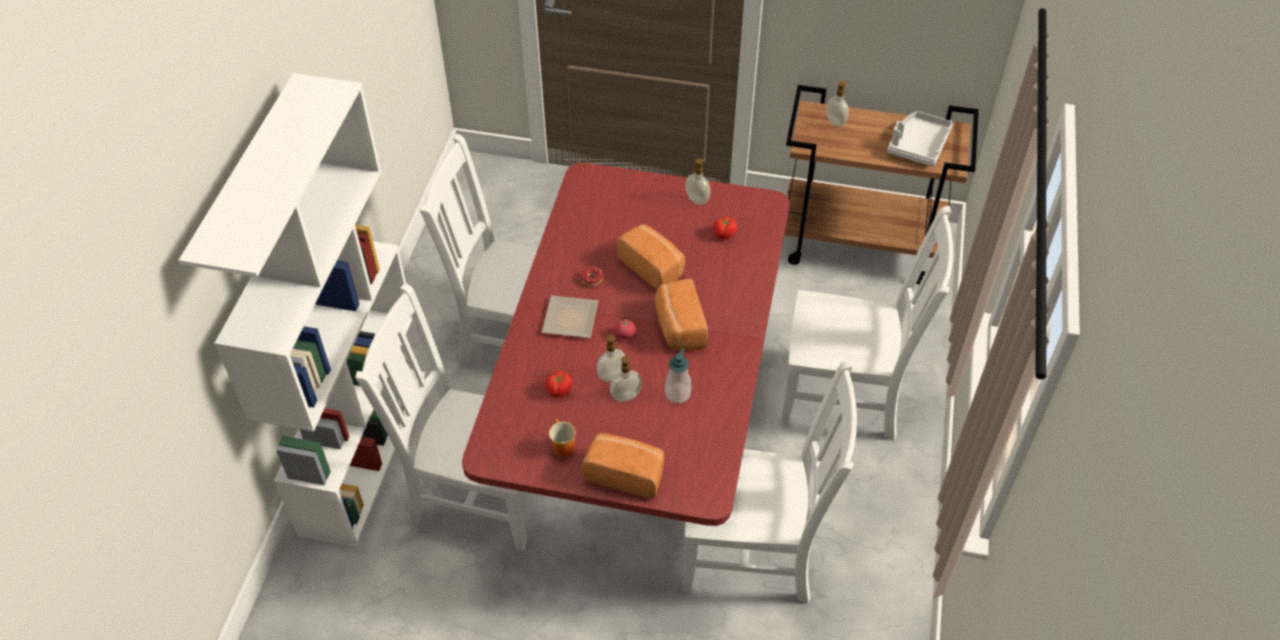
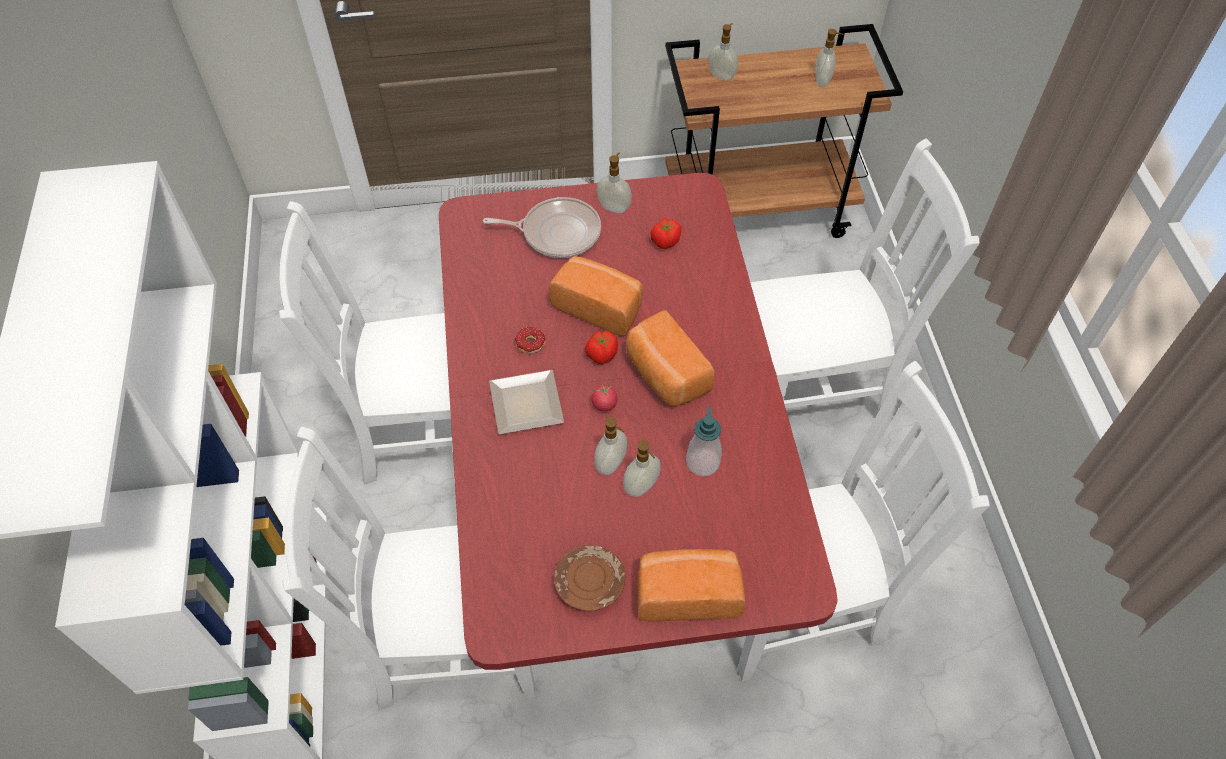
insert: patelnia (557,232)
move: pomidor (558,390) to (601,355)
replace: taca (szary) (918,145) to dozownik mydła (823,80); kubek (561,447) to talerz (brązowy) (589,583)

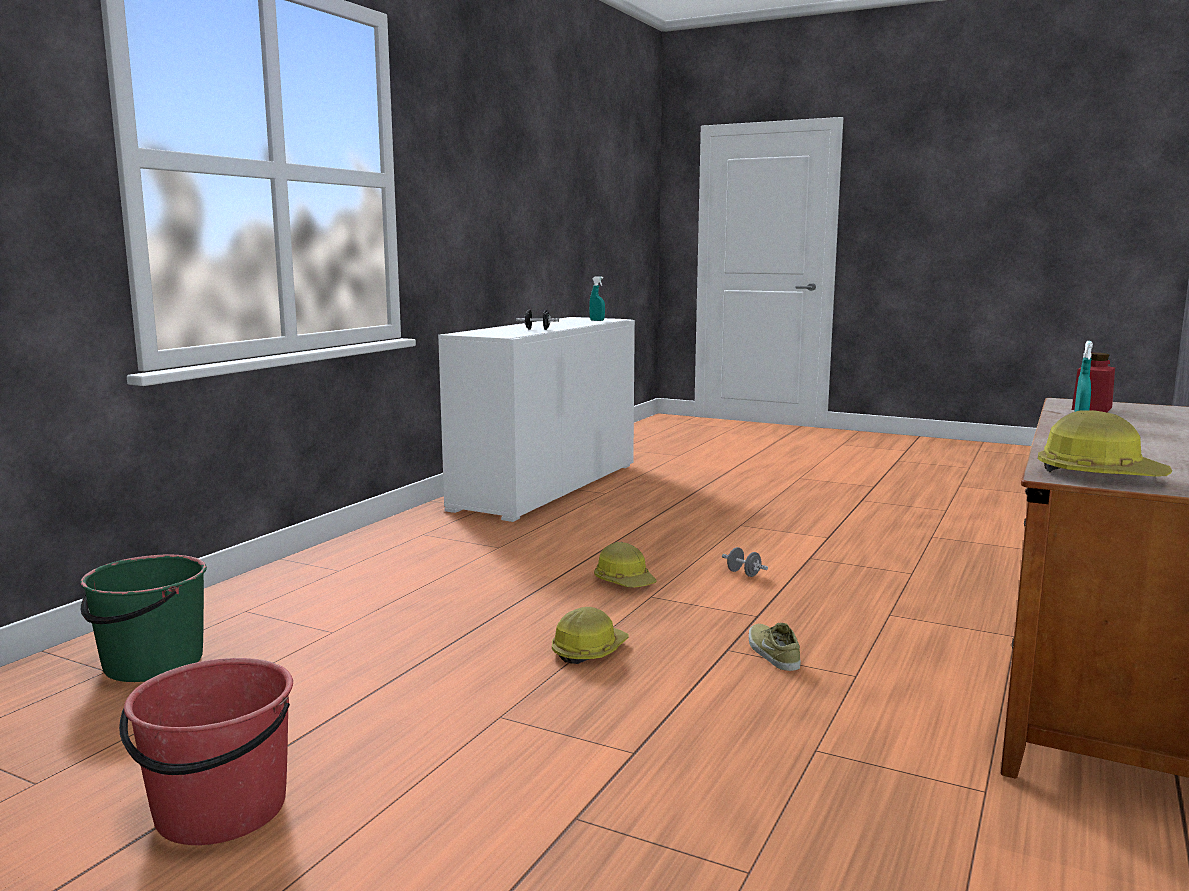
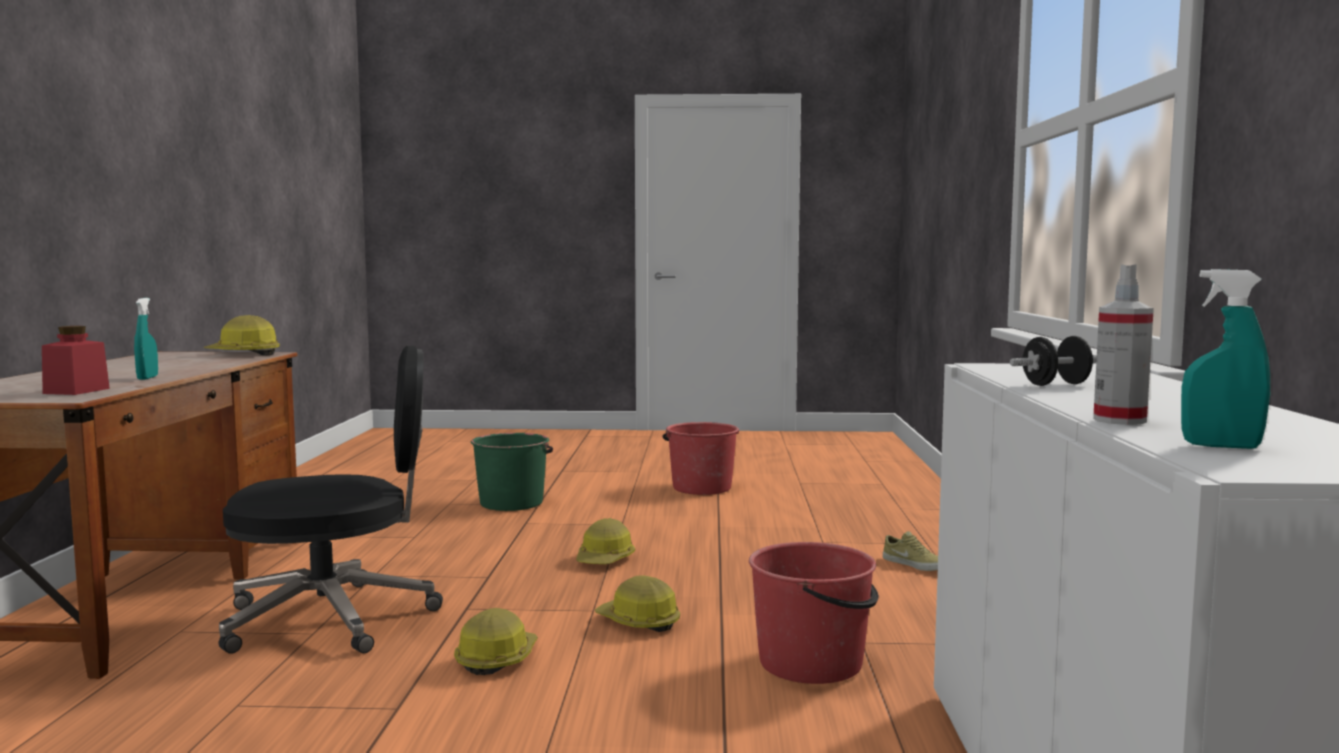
insert: spryskiwacz (1119,420); krzesło biurowe (czarny) (334,618); wiadro (czerwony) (812,663)
move: wiadro (zielony) (152,663) to (511,503); but (beżowy) (772,653) to (916,565)
replace: hantel (szary) (743,573) to kask (496,659)

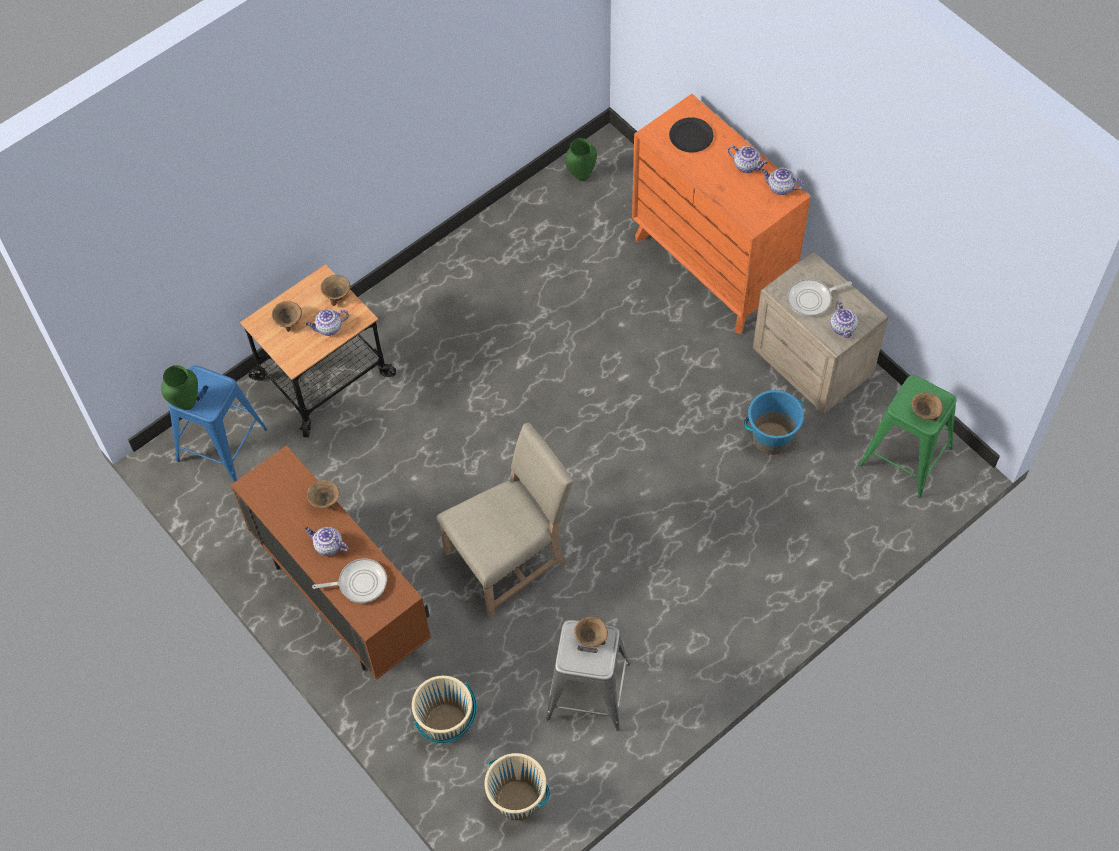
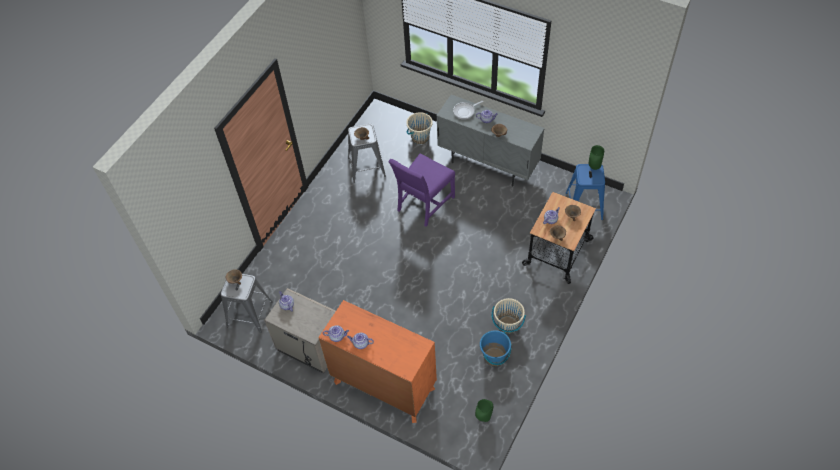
delete: talerz (czarny) (690,137); patelnia (812,299)
move: wiadro (niebieski) (771,438) to (494,357); wiadro (beżowy) (518,800) to (507,325)
recolor: stołek (zielony) (906,456) to stołek (szary) (249,314); krzesło (beżowy) (510,558) to krzesło (fioletowy) (423,204); szafka (brązowy) (342,600) to szafka (szary) (488,165)

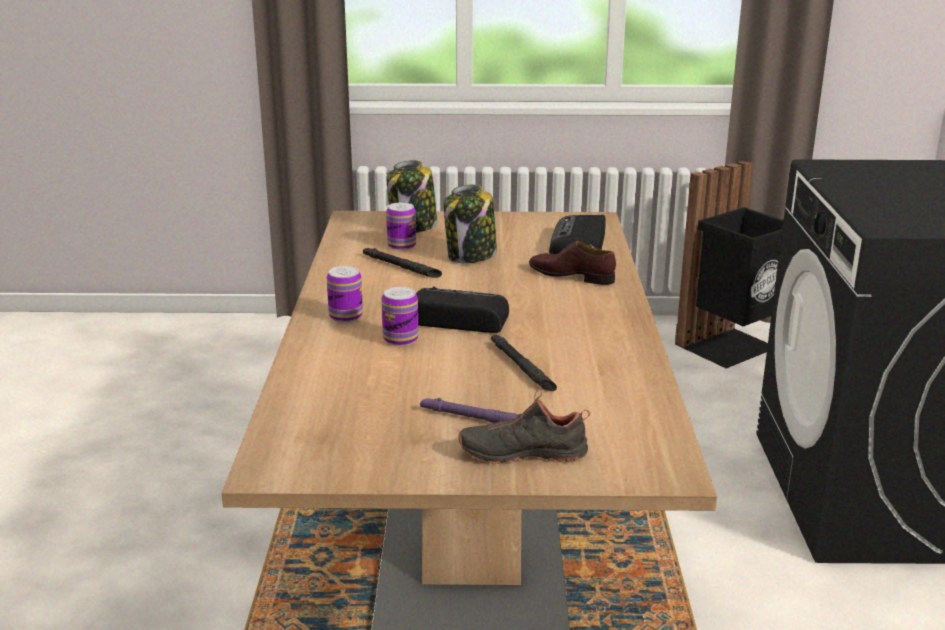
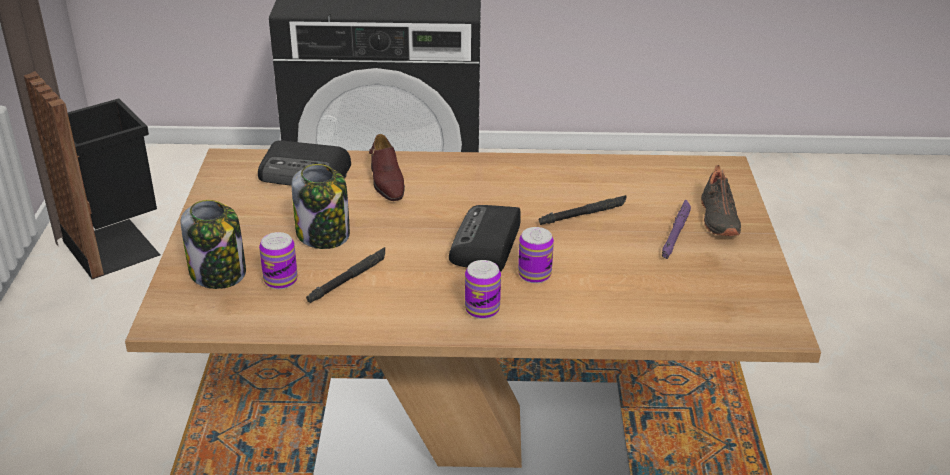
rotate: but (brązowy) (571,275) = (386,182) 45 degrees counterclockwise

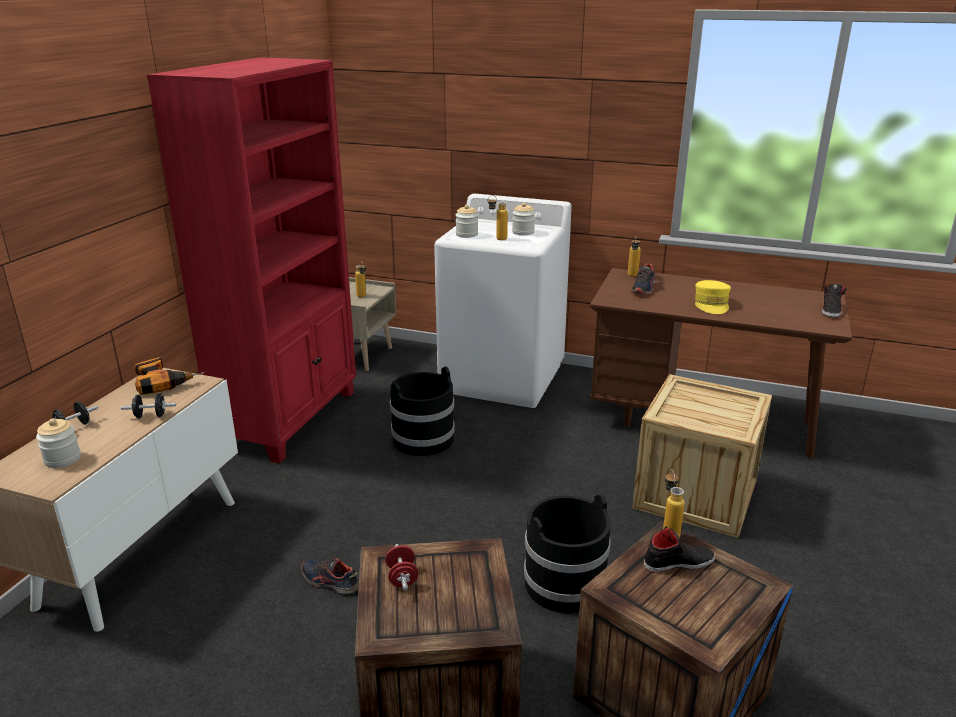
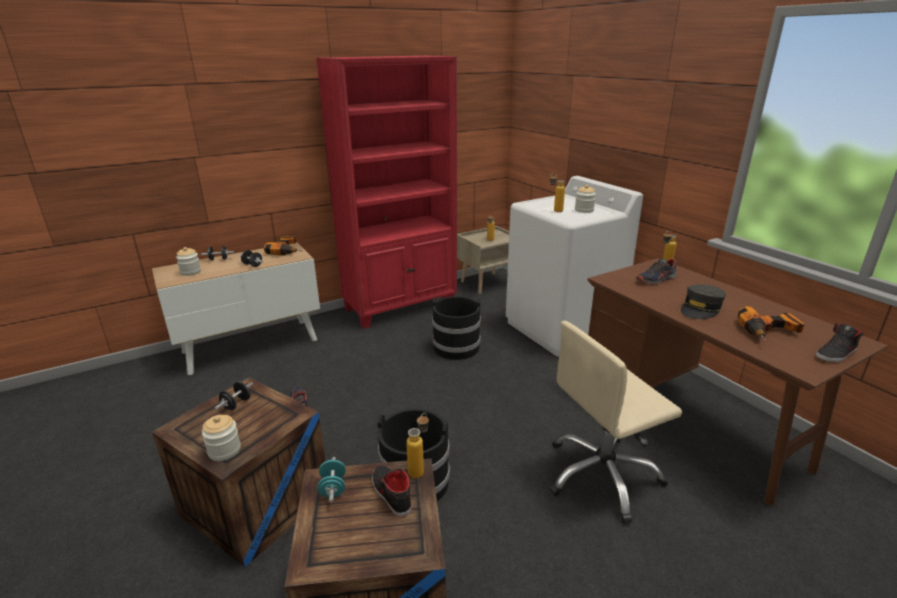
insert: wiertarka (770,332); hantel (turkusowy) (333,488)
move: słoik (466,234) to (224,450)
replace: skrzynka (695,494) to krzesło biurowe (beżowy) (602,476)
recolor: czapka z daszkiem (żółty) (711,304) to czapka z daszkiem (szary) (700,309); hantel (czerwony) (402,577) to hantel (czarny) (236,404)
rotate: but (czarny) (678,562) = (390,493) 150 degrees counterclockwise

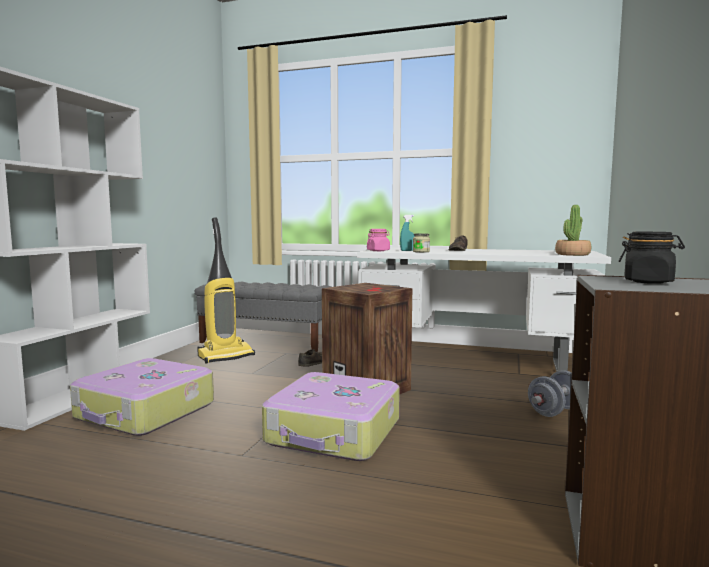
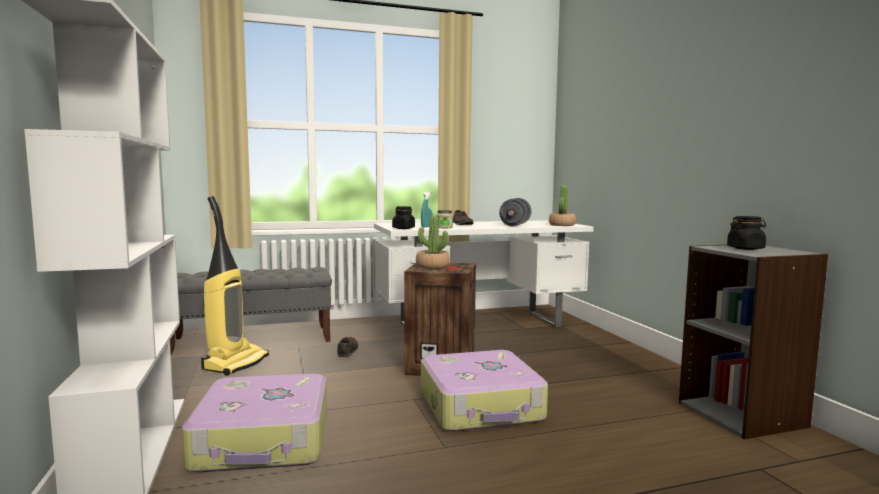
insert: roślina doniczkowa (432,266)
move: hantel (szary) (555,411) to (515,225)
recolor: słoik (różowy) (378,251) to słoik (czarny) (403,228)

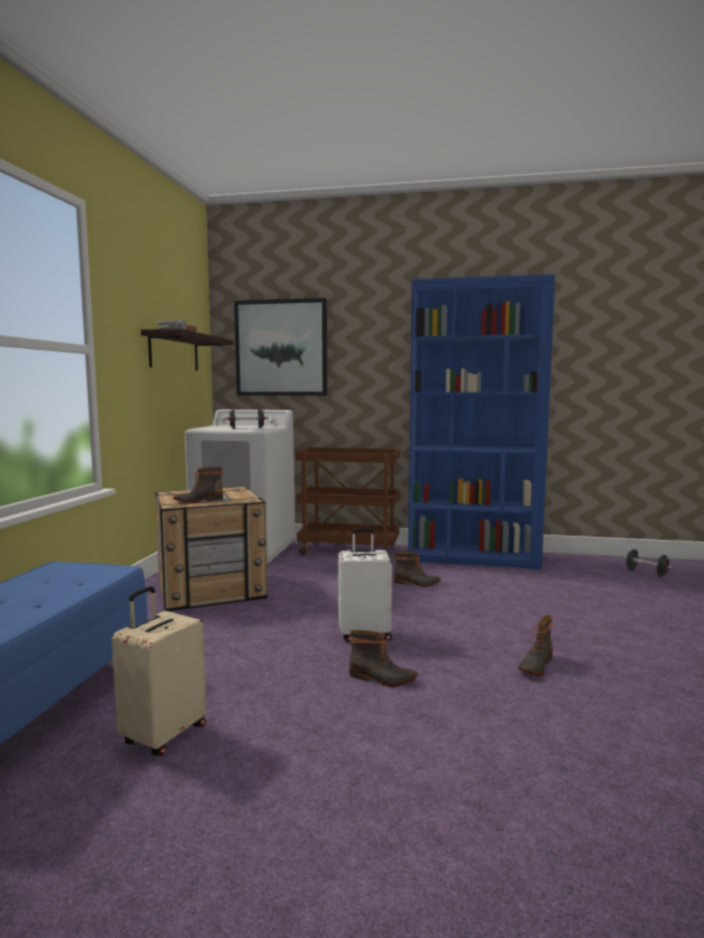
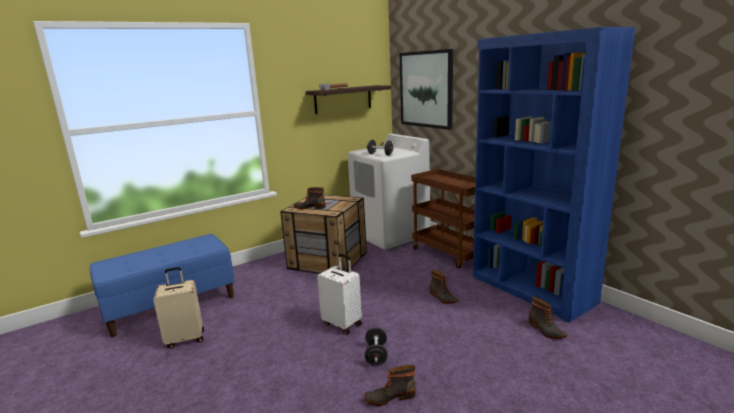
move: hantel (czarny) (646,573) to (376,355); but z cholewką (382,678) to (546,330)

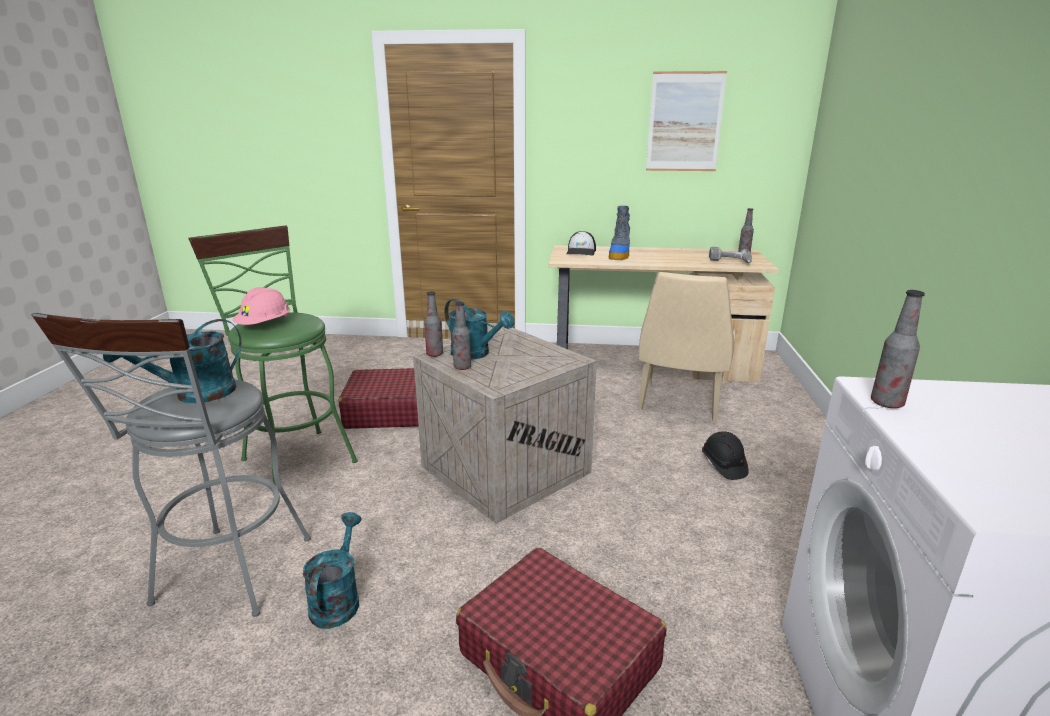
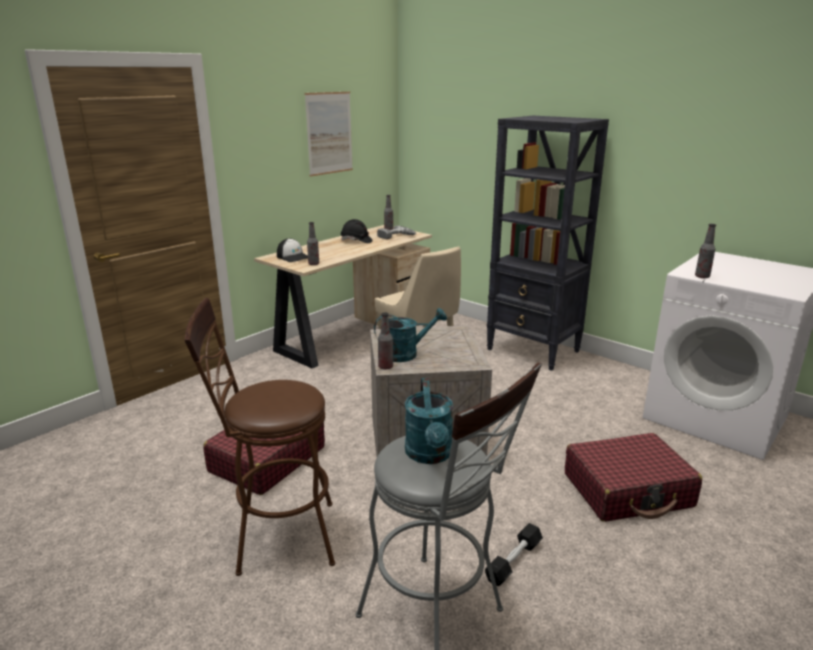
delete: but z cholewką (619,255); kask (różowy) (264,325)
insert: regał (czarny) (533,351)
move: butelka (462,367) to (313,264); kask (czarny) (723,465) to (356,241)
replace: konewka (turkusowy) (338,599) to hantel (czarny) (513,561)
recolor: stołek (zielony) (294,456) to stołek (brązowy) (276,538)

